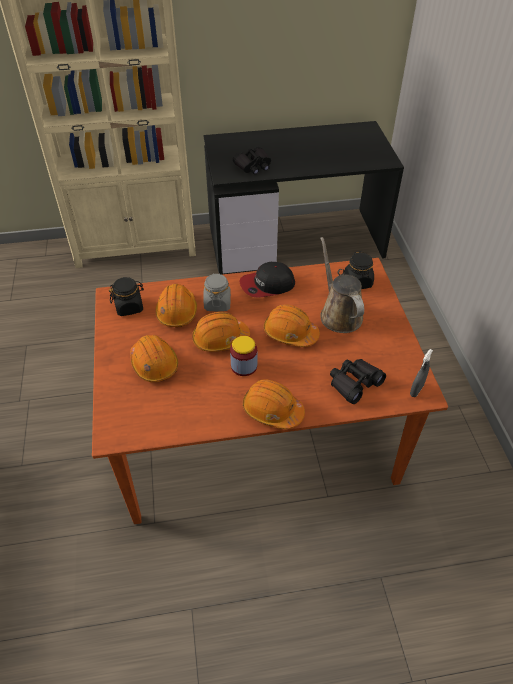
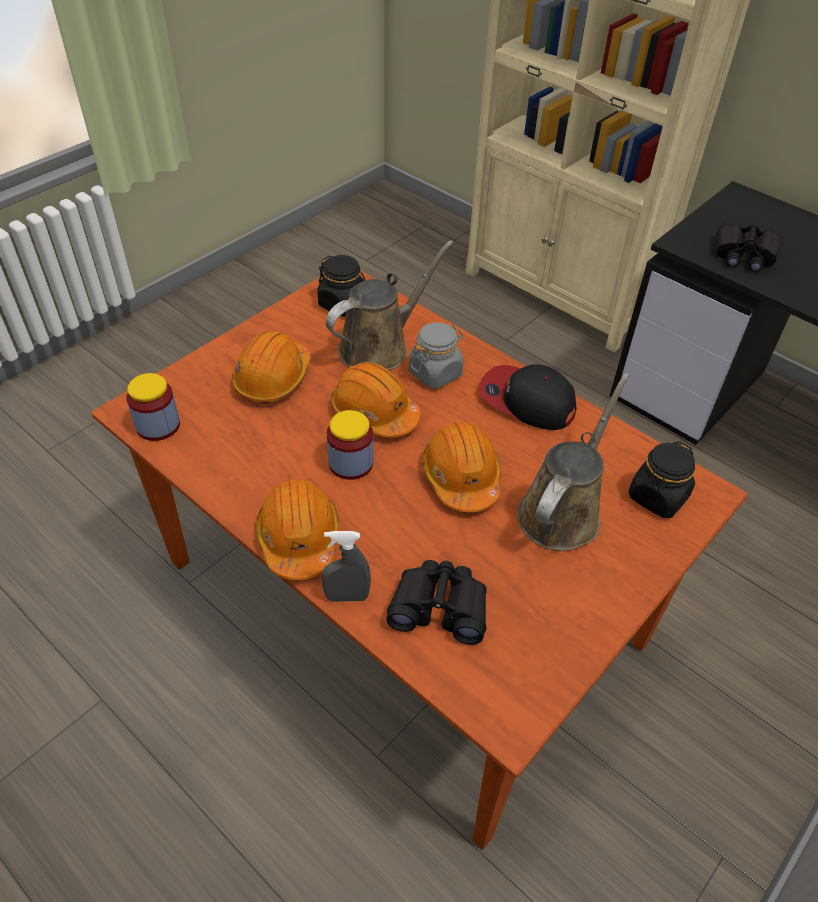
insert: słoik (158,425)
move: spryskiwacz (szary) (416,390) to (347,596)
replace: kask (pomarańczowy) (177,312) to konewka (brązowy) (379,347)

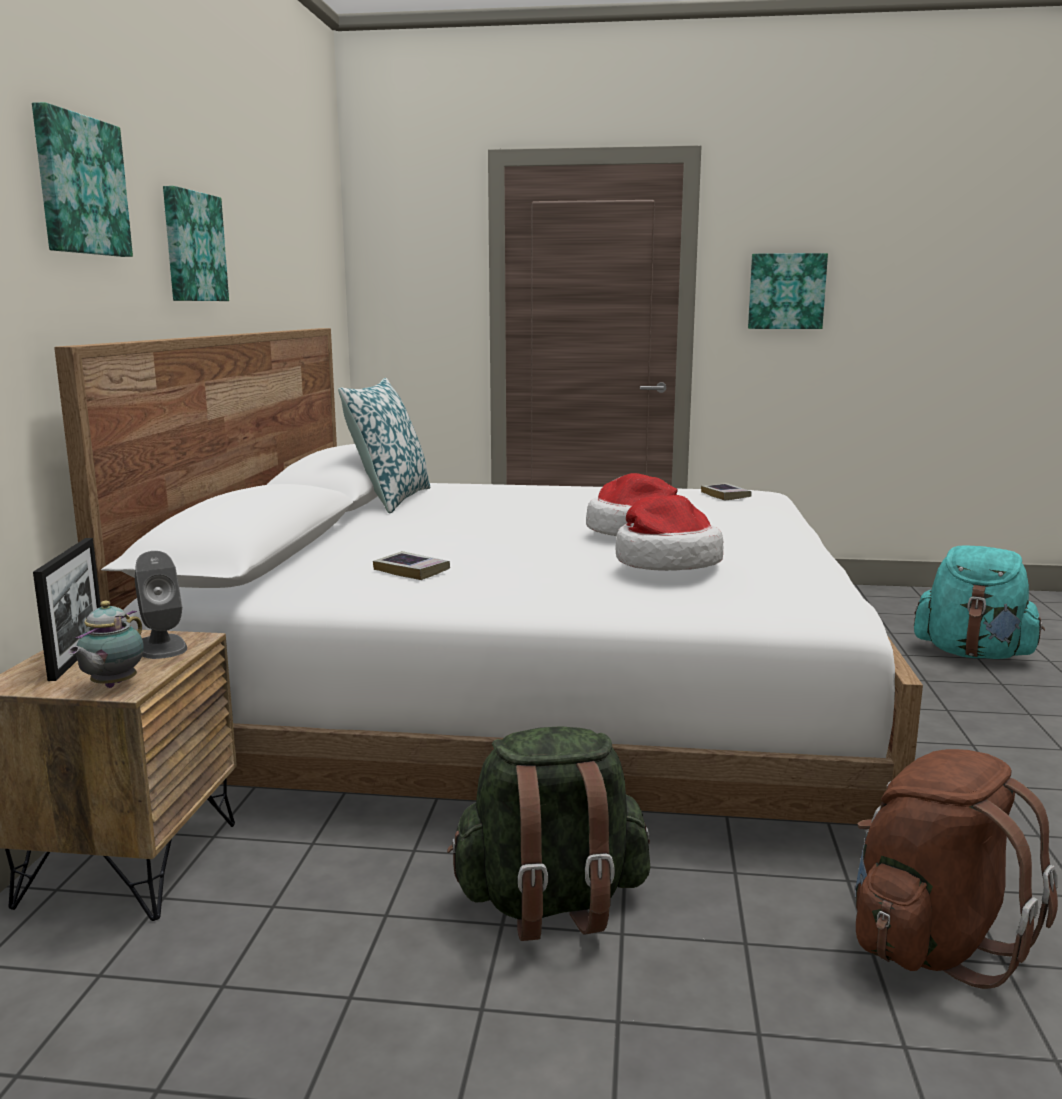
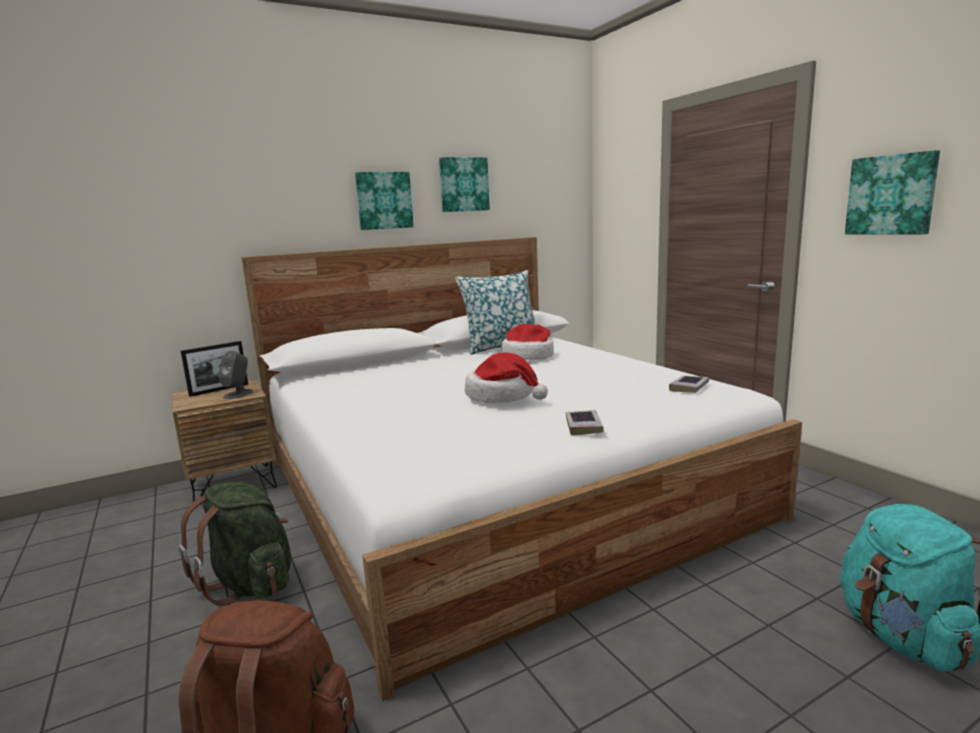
delete: imbryk (111,686)
move: obraz (79,186) to (463,184); kapelusz (665,562) to (528,356); książka (411,571) to (583,426)

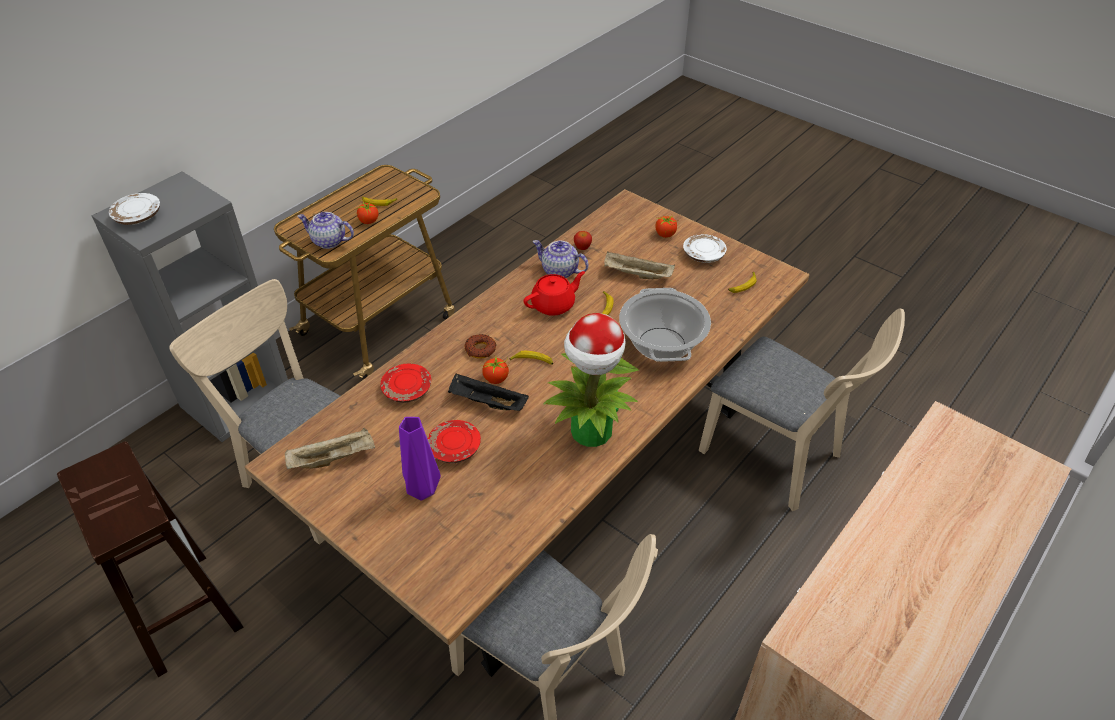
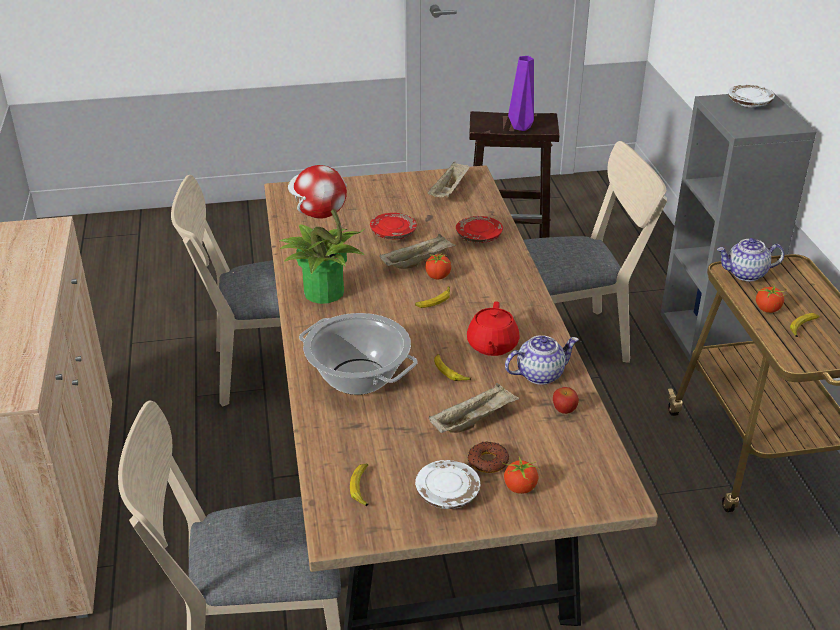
move: donut (480,349) to (488,461); wazon (fioletowy) (424,490) to (521,128)
recolor: taca (czarny) (486,403) to taca (beżowy) (417,262)
rotate: imbryk (328,241) = (746,274) 150 degrees counterclockwise

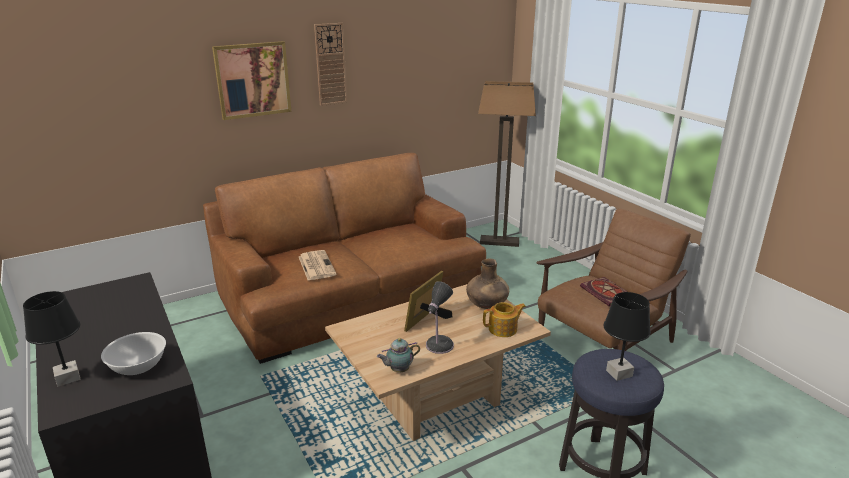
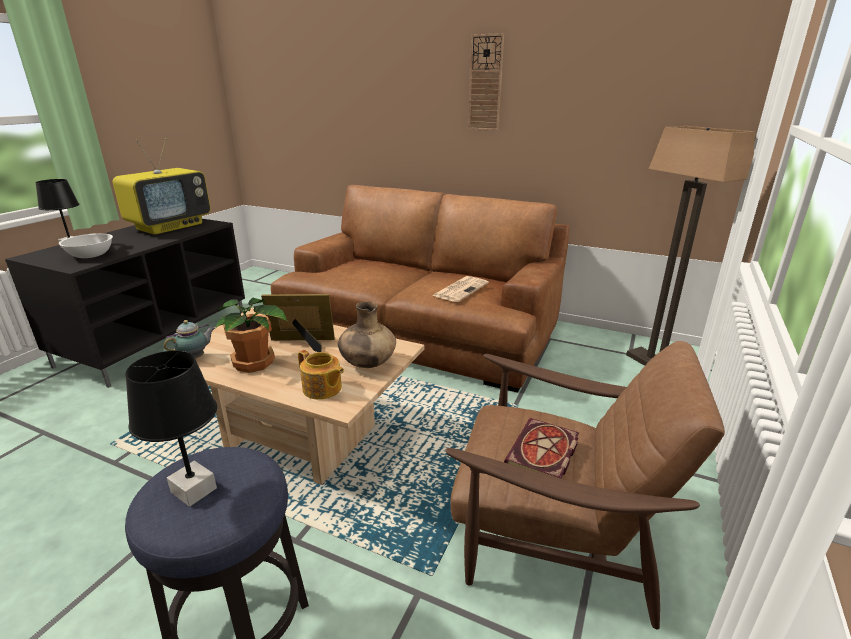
delete: obraz (252,80)
insert: telewizor (170,226)
move: gazeta (316,265) to (461,289)
replace: lampa stołowa (438,346) to roślina doniczkowa (255,363)
rotate: imbryk (398,370) = (195,358) 105 degrees clockwise

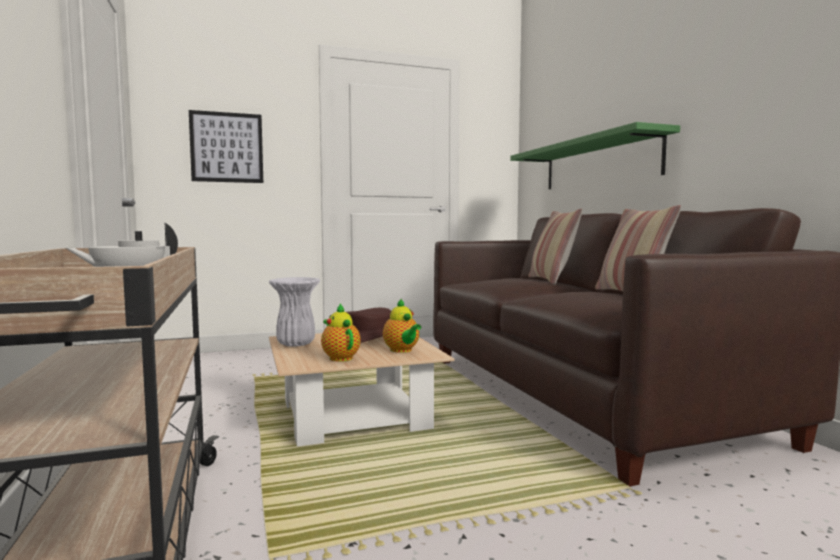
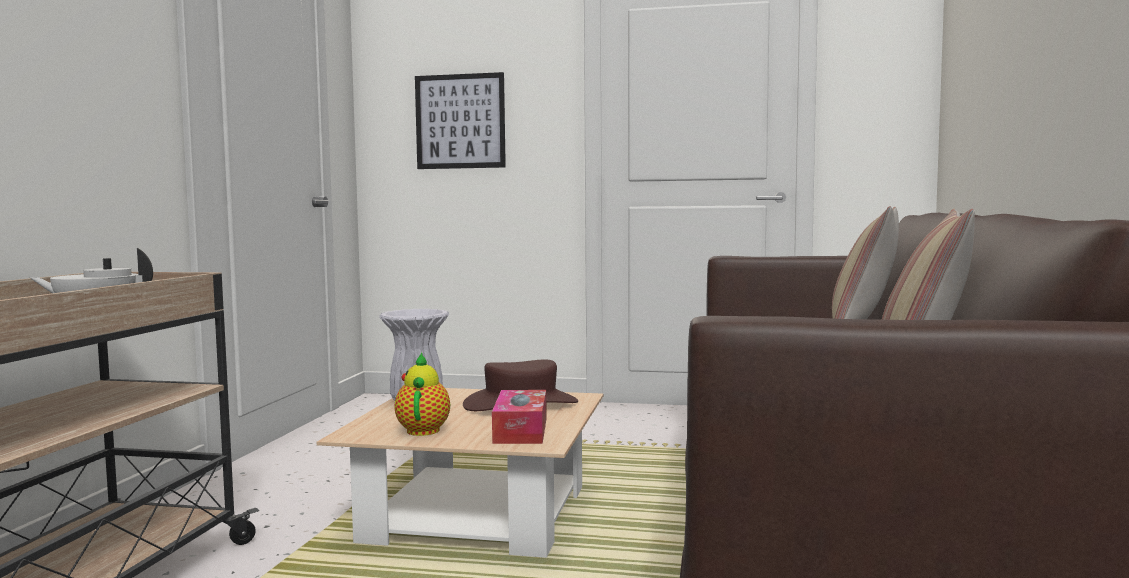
delete: półka (zielony) (598,163)
replace: imbryk (402,350) to pudełko chusteczek (520,430)

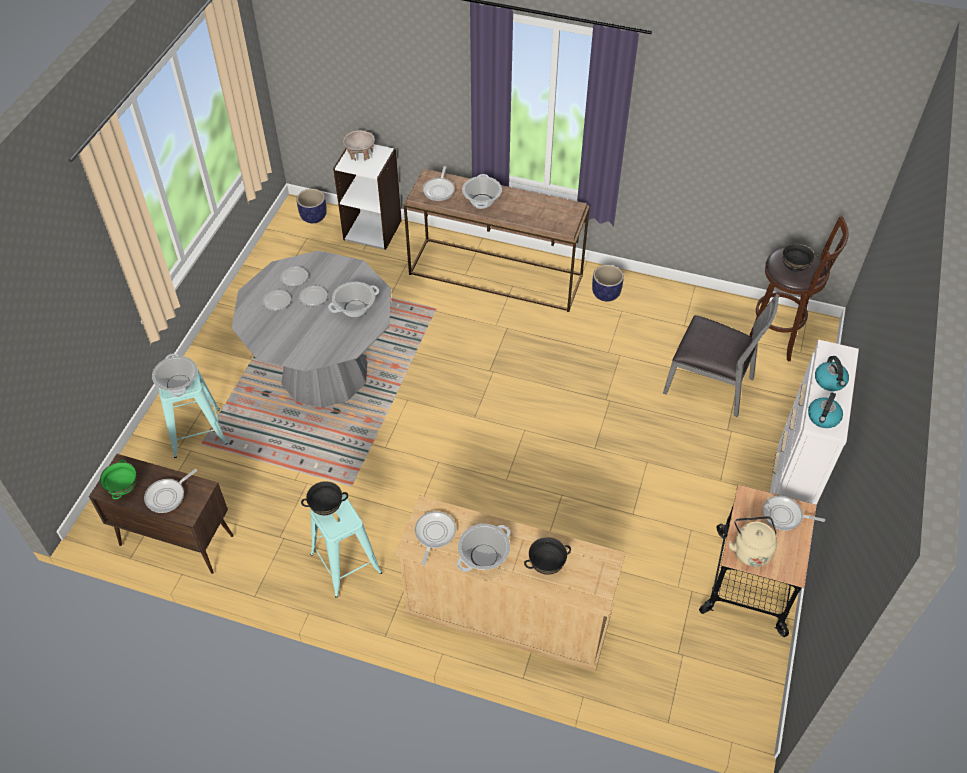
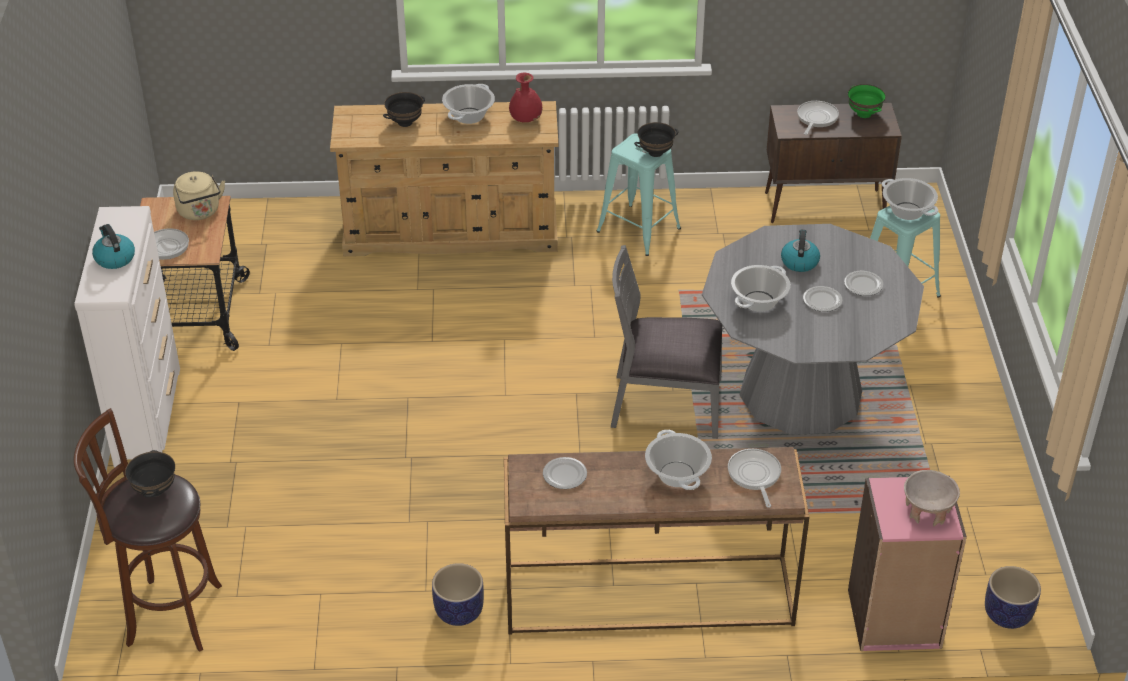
move: talerz (294,277) to (565,475); krzesło (szary) (709,384) to (665,404); czajnik (823,418) to (799,261)
replace: patelnia (434,534) to wazon (czerwony) (525,119)
recolor: regał (biały) (373,229) to regał (różowy) (894,619)

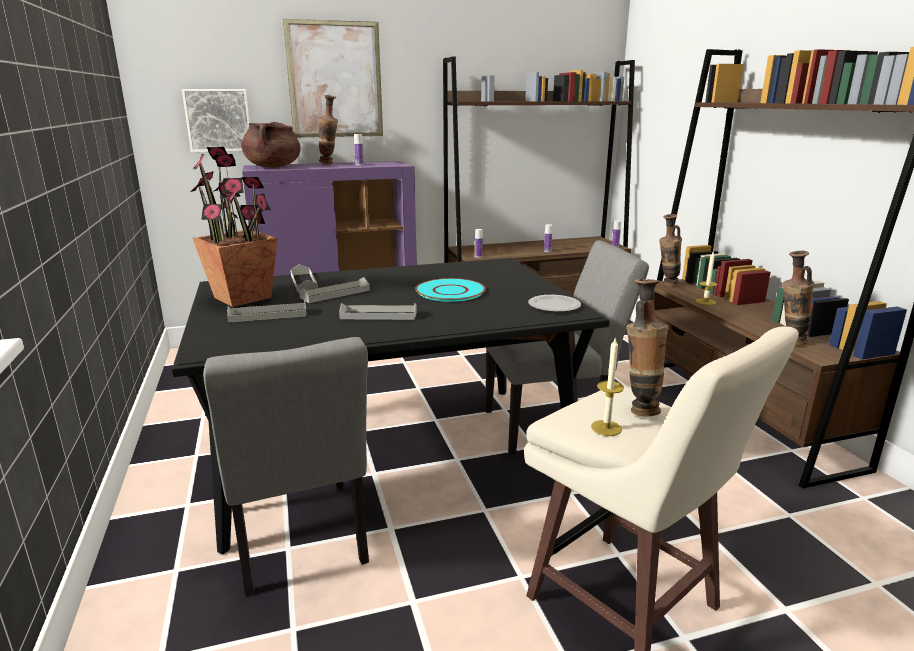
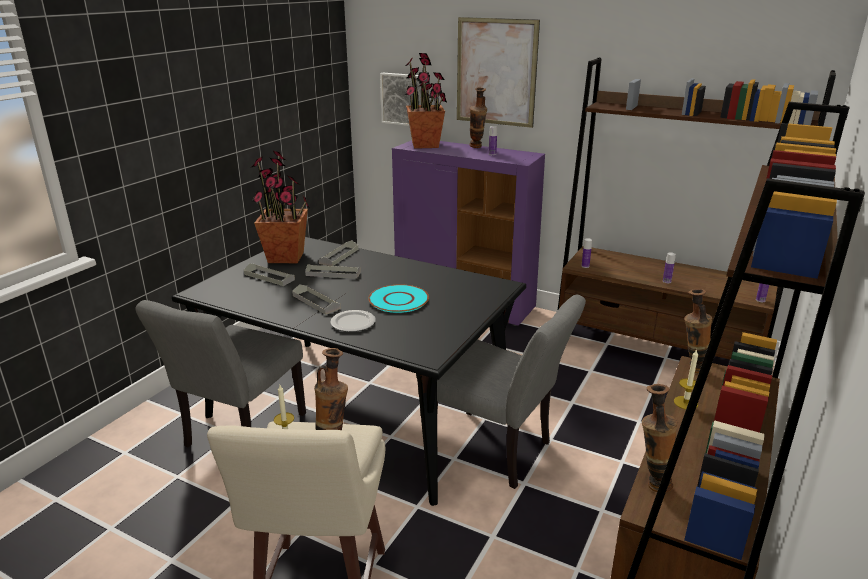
move: talerz (555,306) to (353,323)
replace: garnek (brązowy) (273,167) to roślina doniczkowa (425,145)

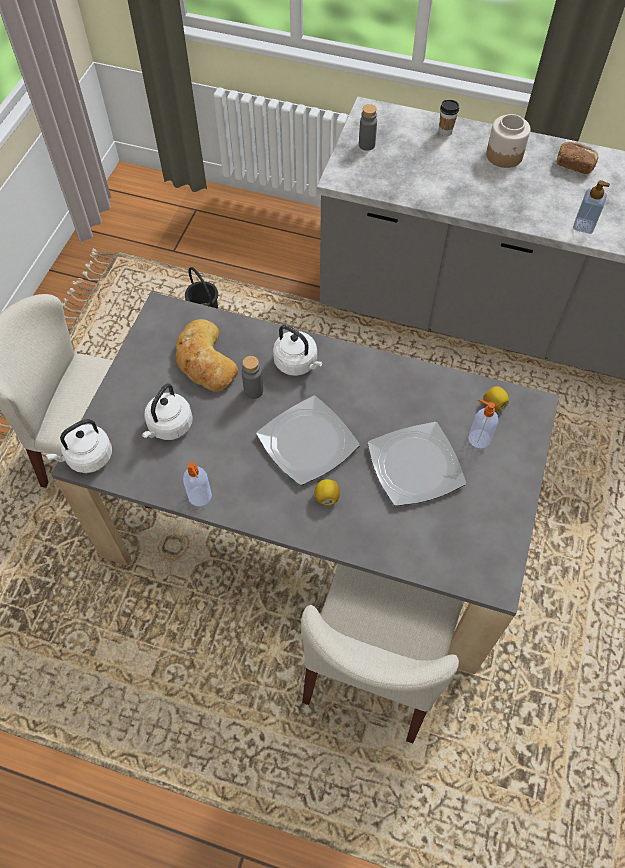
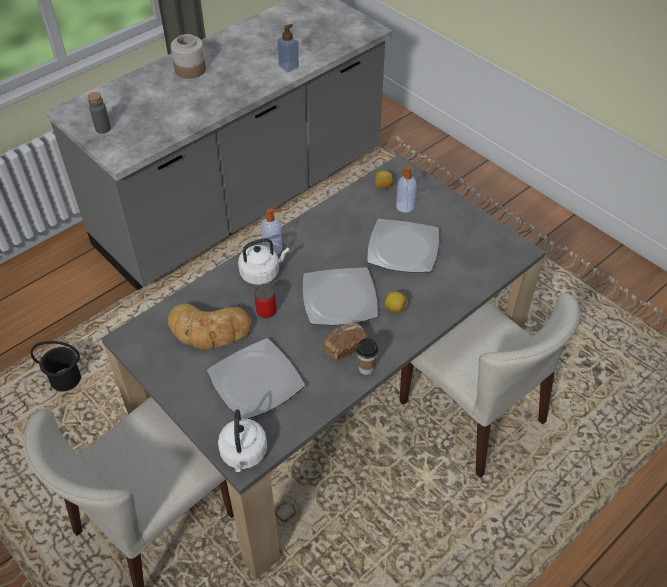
move: filiżanka (445,132) to (366,368); chleb (574,165) to (344,347); dozownik mydła (200,497) to (273,248)
replace: butelka (szary) (253,391) to puszka (266,311); czajnik (biały) (169,427) to talerz (257,381)

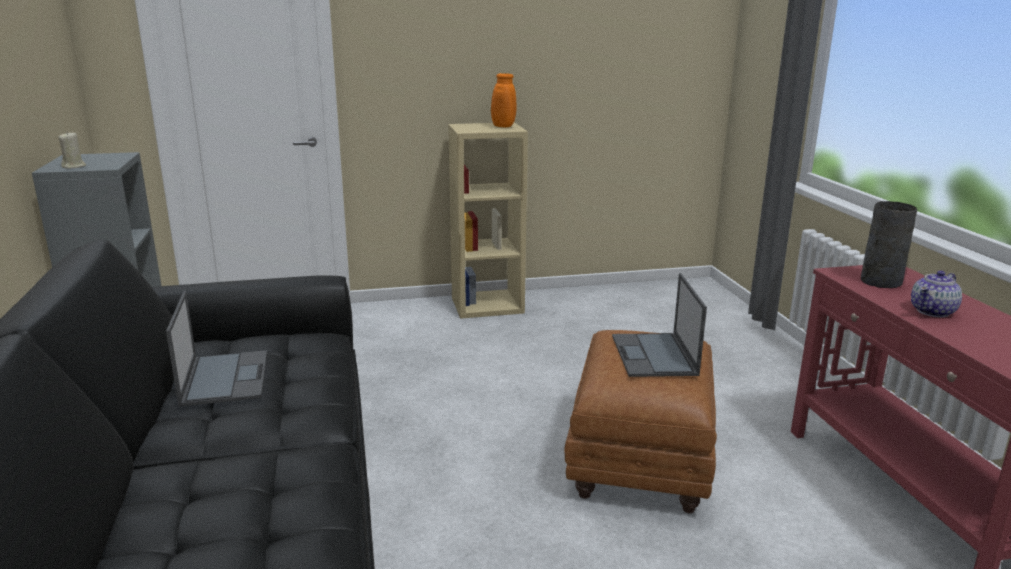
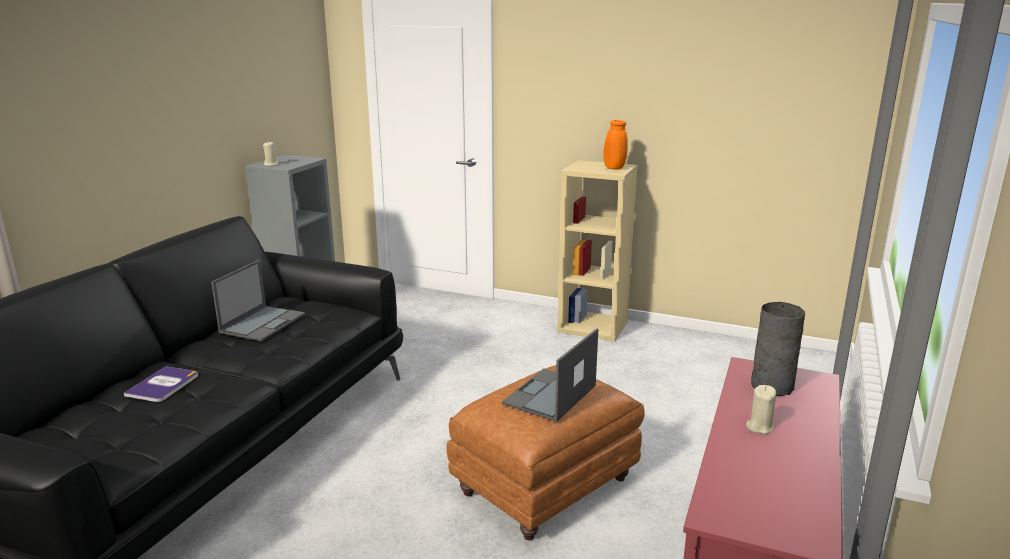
insert: książka (163,385)
replace: imbryk (933,311) to świeca (beżowy) (759,427)

